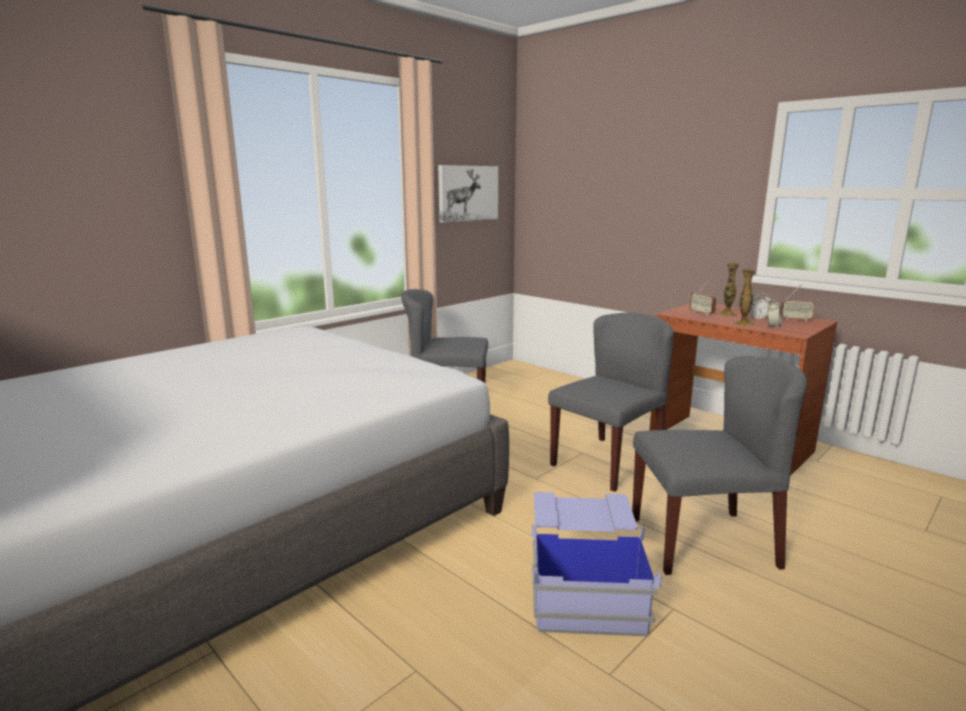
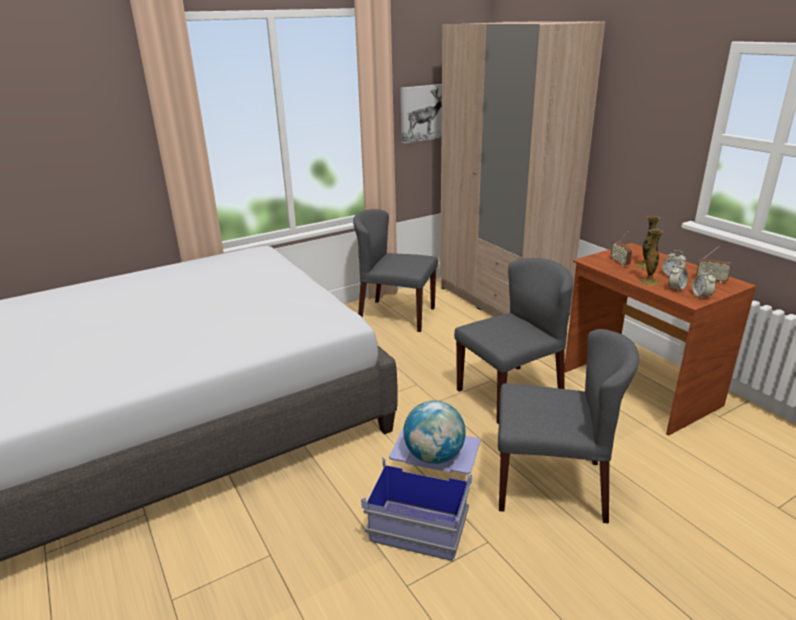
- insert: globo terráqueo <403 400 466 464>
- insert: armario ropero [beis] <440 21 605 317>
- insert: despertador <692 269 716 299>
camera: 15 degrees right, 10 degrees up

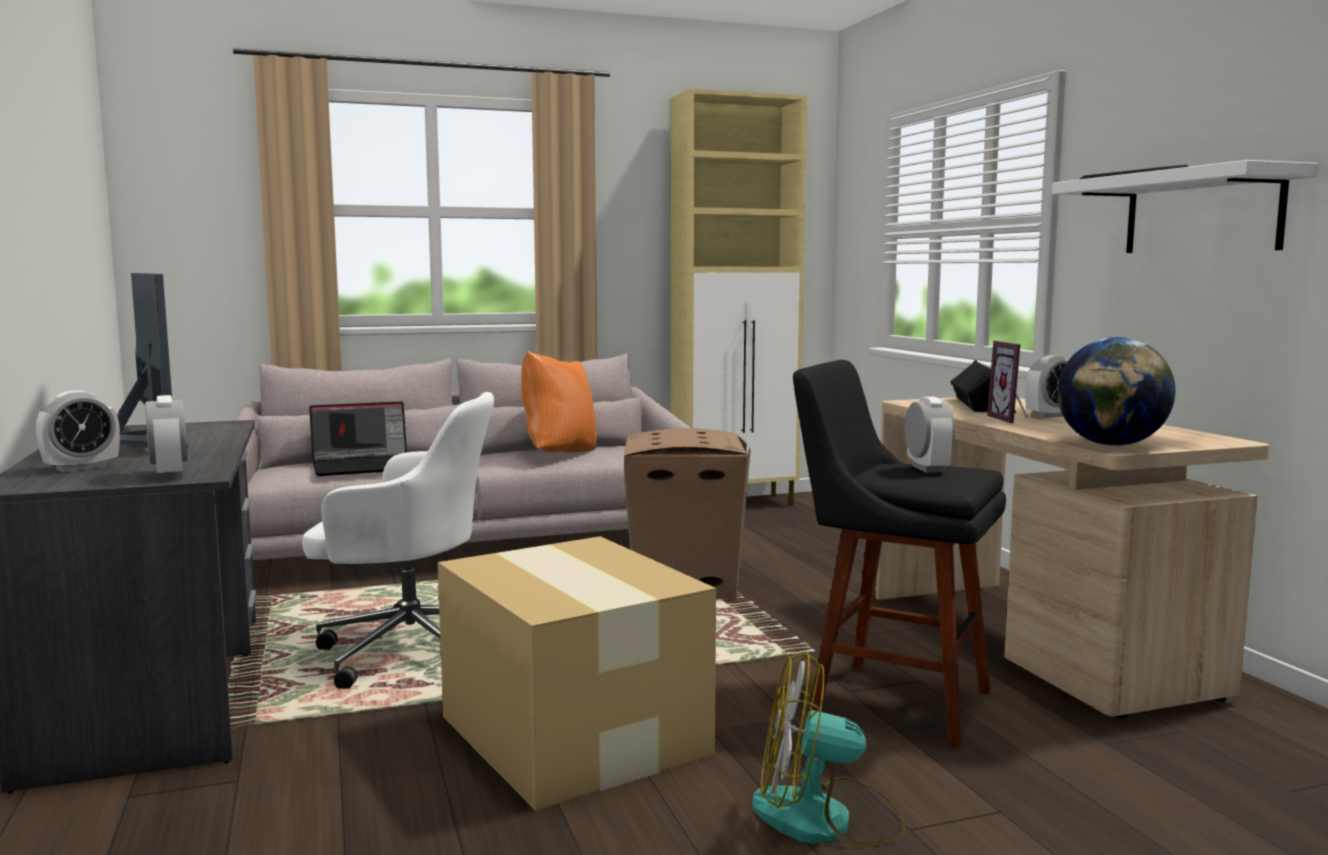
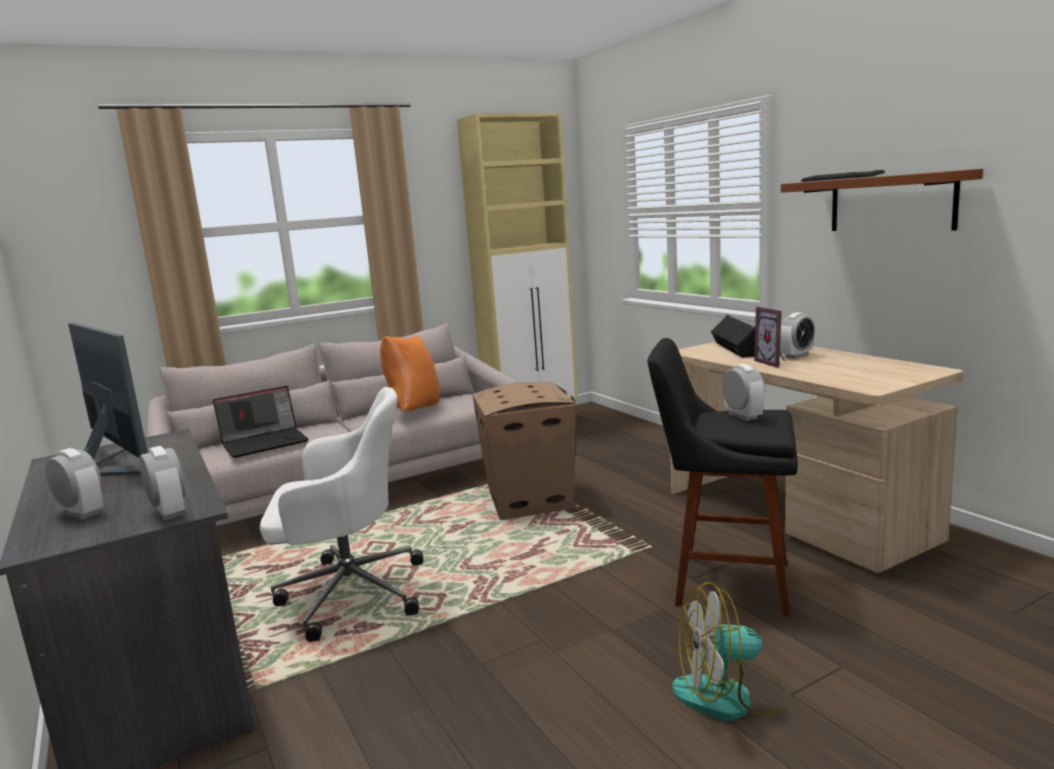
- rotate: despertador <36 391 120 472> = <46 448 104 520> 90 degrees counterclockwise
- recolor: estante [blanco] <1052 160 1318 253> to estante [marrón] <781 169 983 231>
- delete: caja de cartón <438 536 716 811>
- delete: globo terráqueo <1057 337 1175 446>
camera: 10 degrees left, 5 degrees up

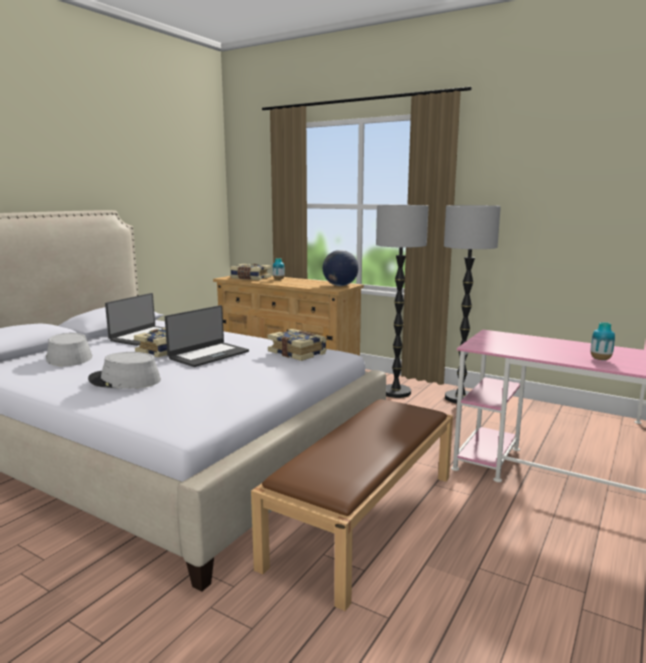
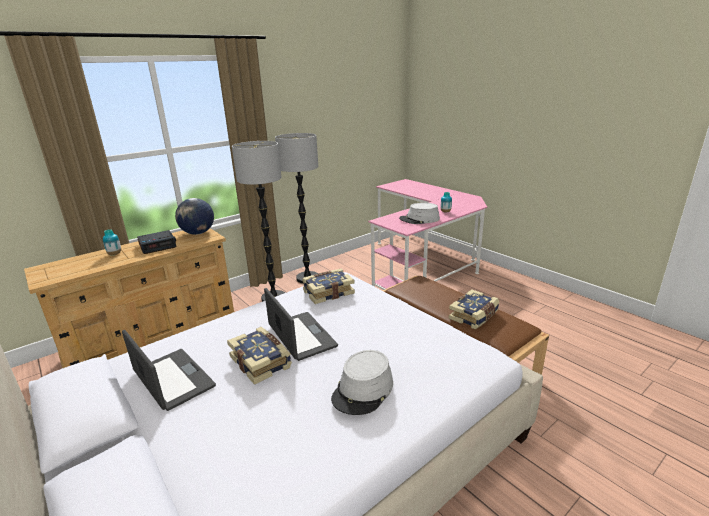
- insert: despertador <137 230 176 254>
- move: sombrero [gris] <46 333 92 366> to <399 203 440 224>
- move: libro <230 264 271 280> to <449 289 499 330>
camera: 70 degrees left, 10 degrees up

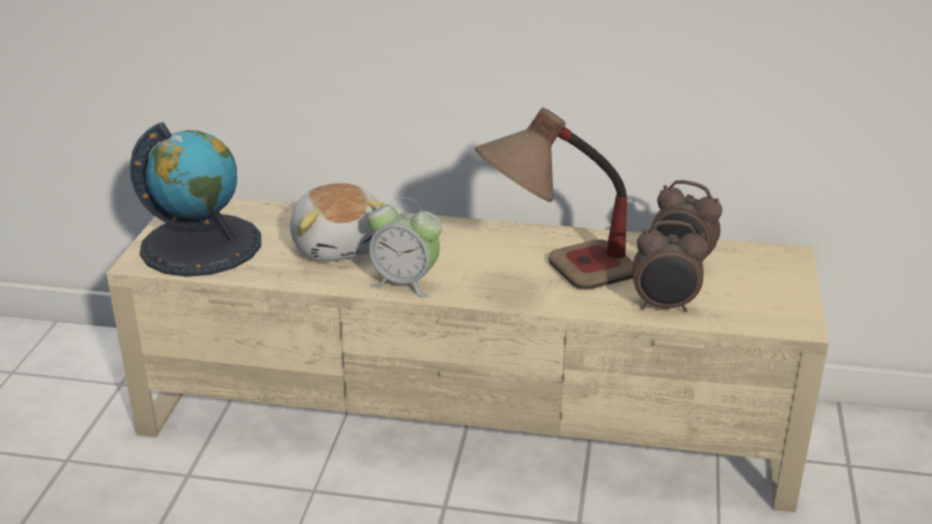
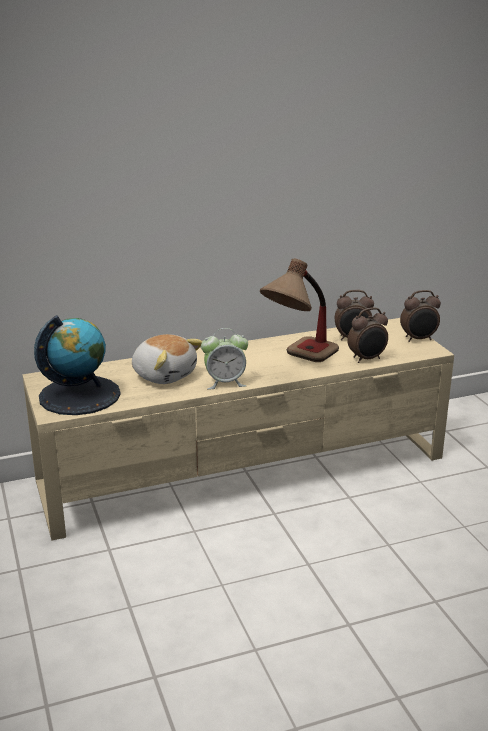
- insert: despertador <400 290 441 342>
camera: 30 degrees left, 5 degrees down

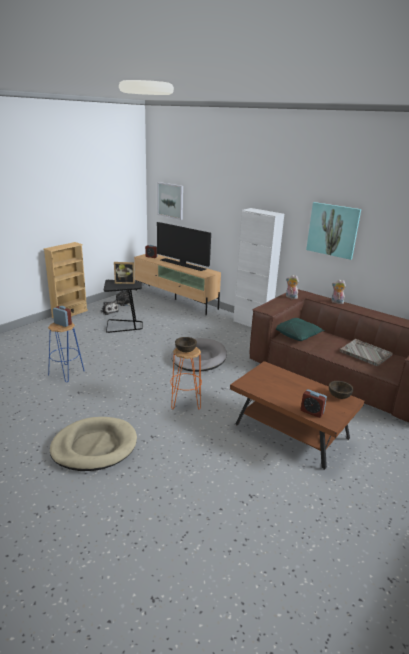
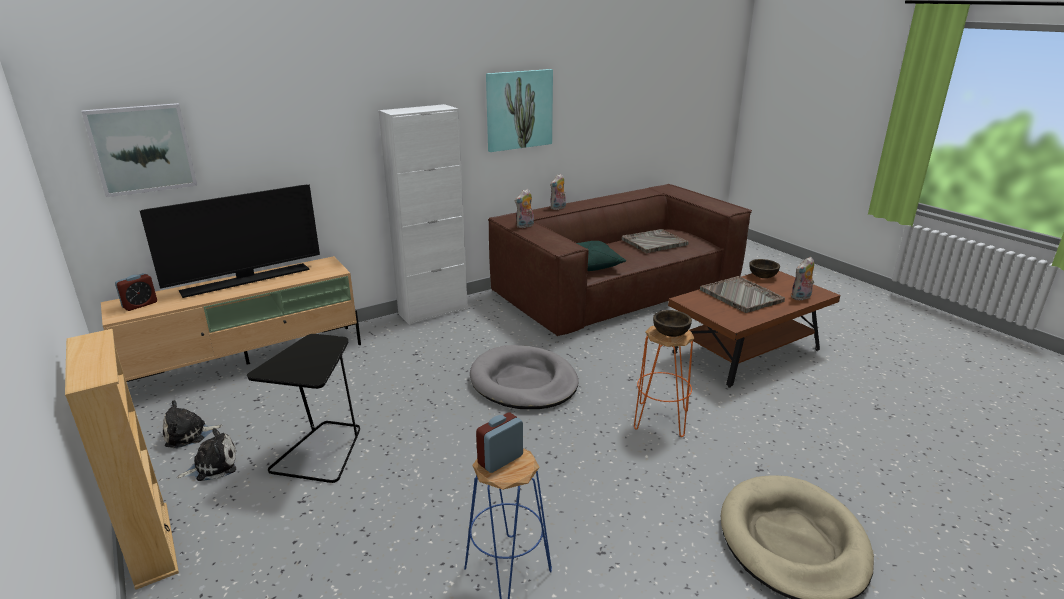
- insert: bandeja [gris] <700 276 785 313>
- replace: despertador <301 389 327 418> to peluche <791 257 814 300>
- delete: portarretratos <114 262 135 284>
camera: 70 degrees left, 0 degrees up

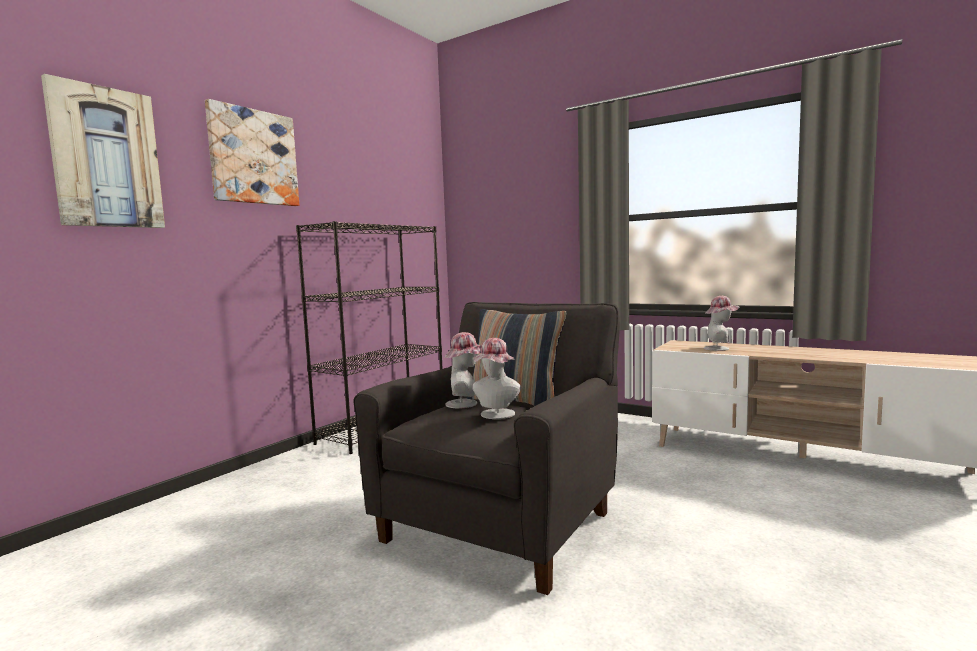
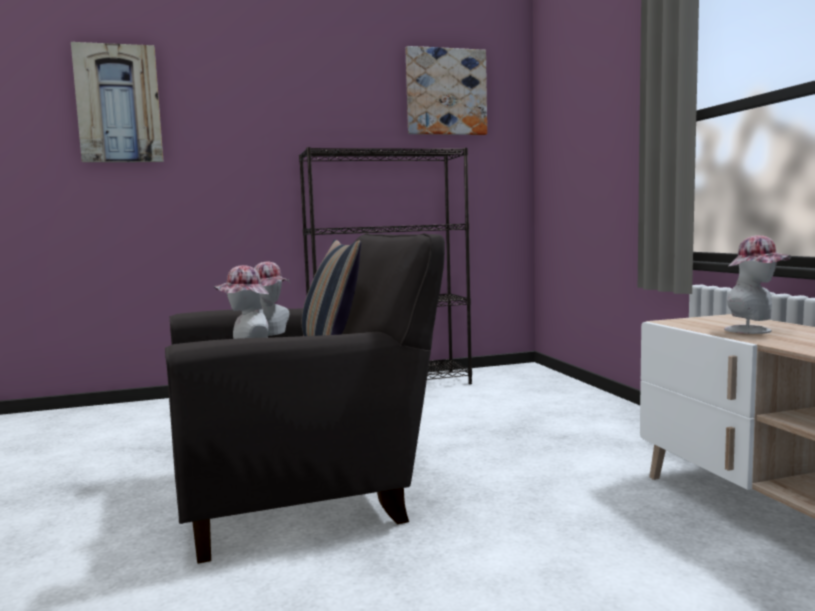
- move: cuadro <205 99 299 206> to <405 46 487 135>
camera: 40 degrees right, 0 degrees up

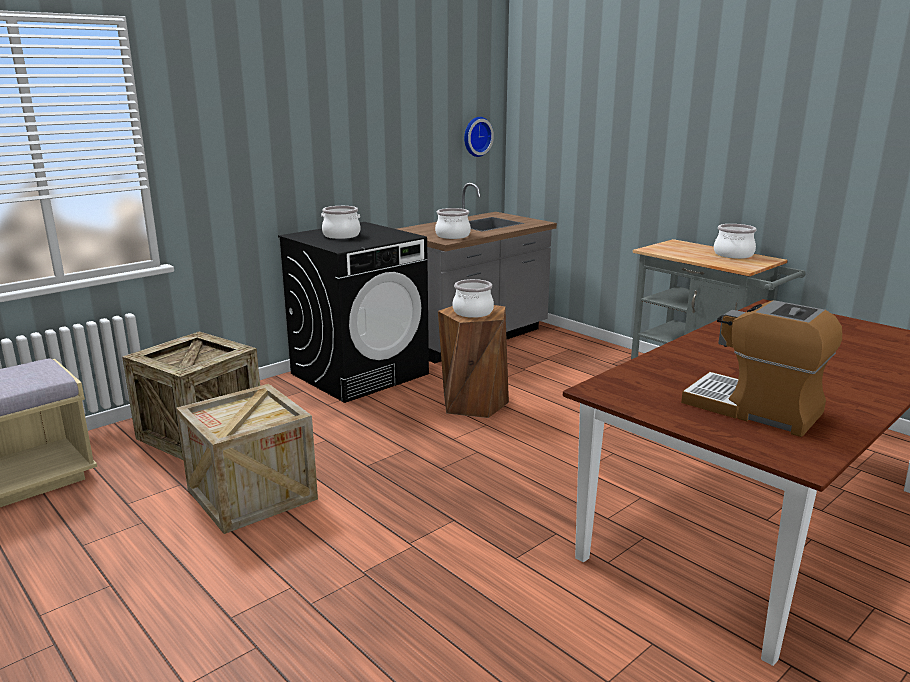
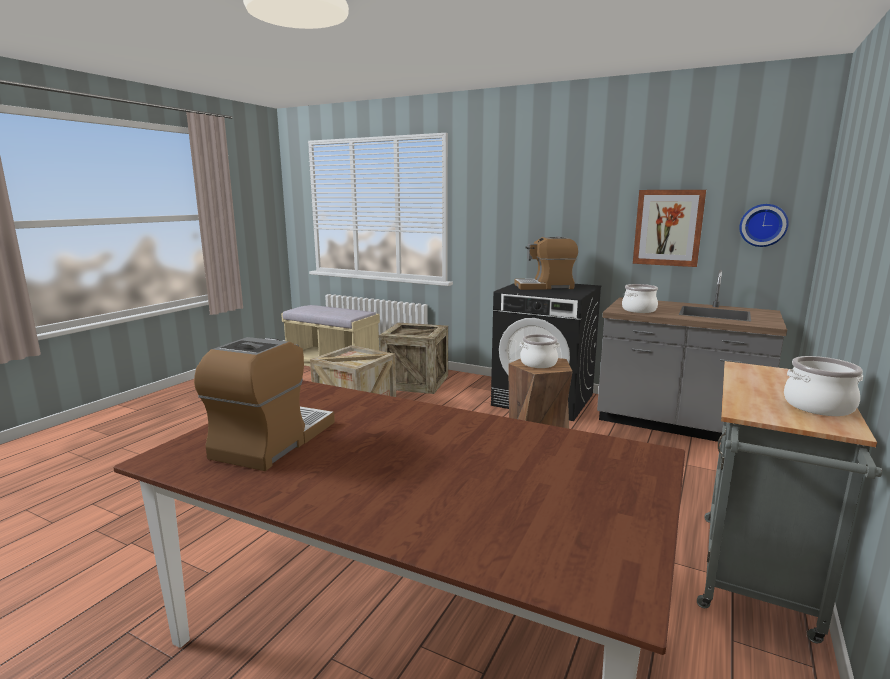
- replace: olla <321 206 361 239> to cafetera <514 236 578 290>
- insert: cuadro <633 190 706 267>
camera: 70 degrees right, 5 degrees down

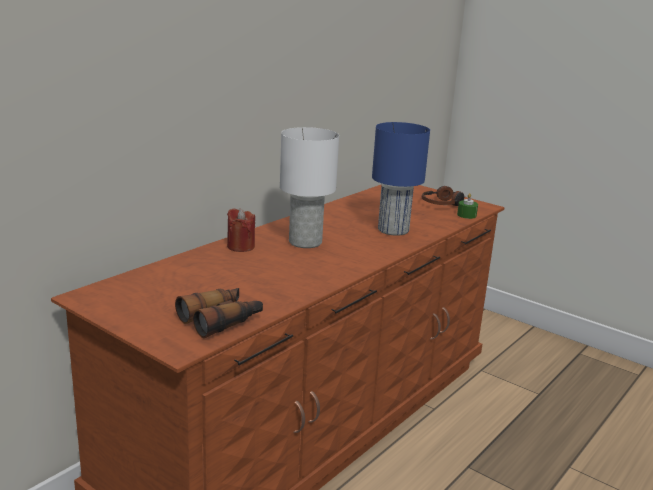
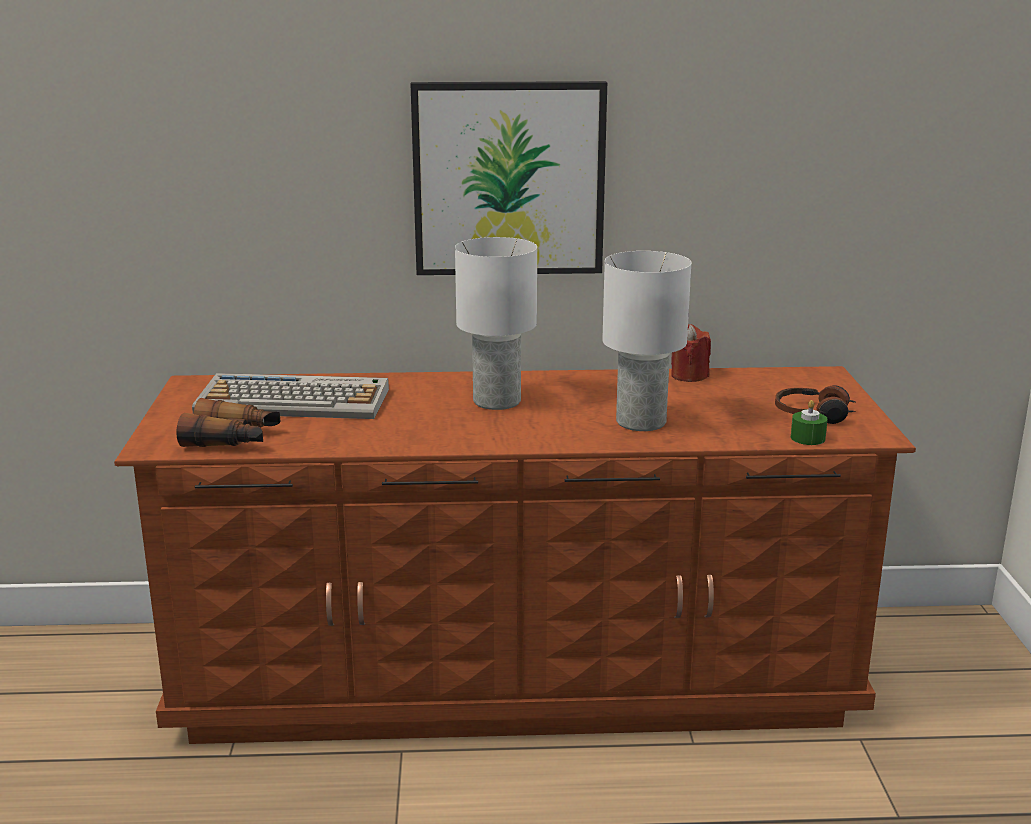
- insert: teclado <192 373 389 419>
- insert: cuadro <411 81 607 275>
- recolor: lámpara de mesa [azul] <372 122 430 236> to lámpara de mesa [blanco] <602 251 691 431>
- move: vela [rojo] <227 209 255 252> to <671 324 711 382>
camera: 50 degrees right, 0 degrees up

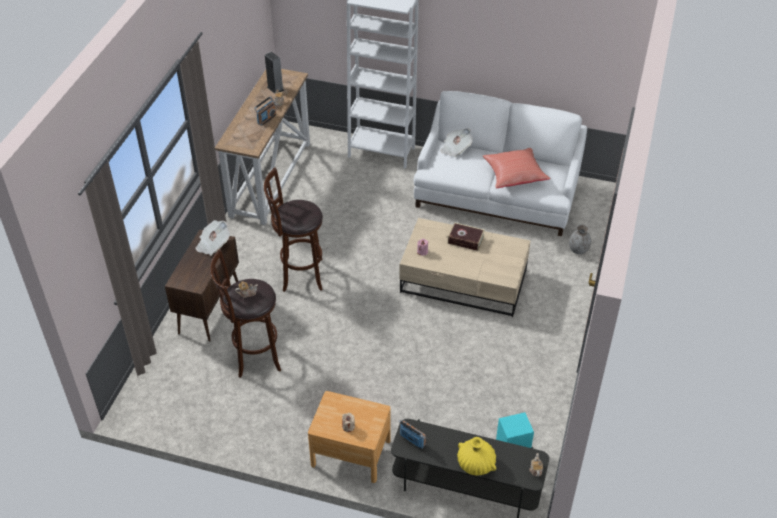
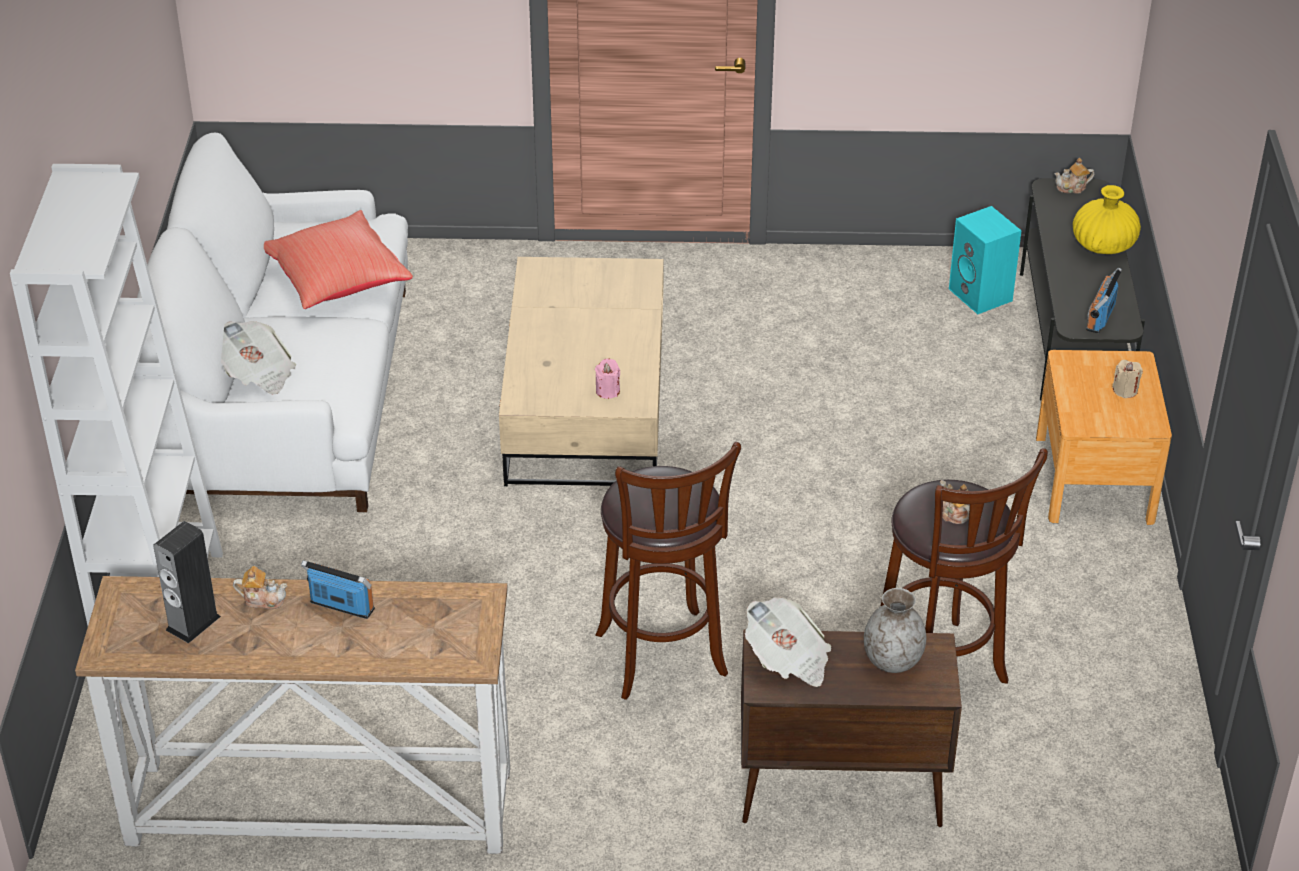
- move: florero [gris] <569 224 591 254> to <864 588 926 673>
- delete: libro <448 222 485 251>
camera: 105 degrees left, 5 degrees down

